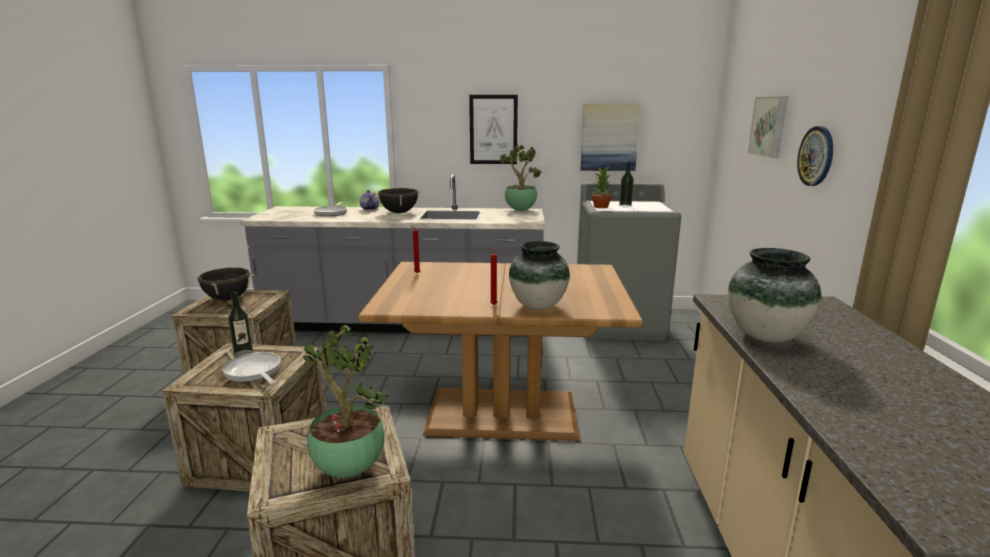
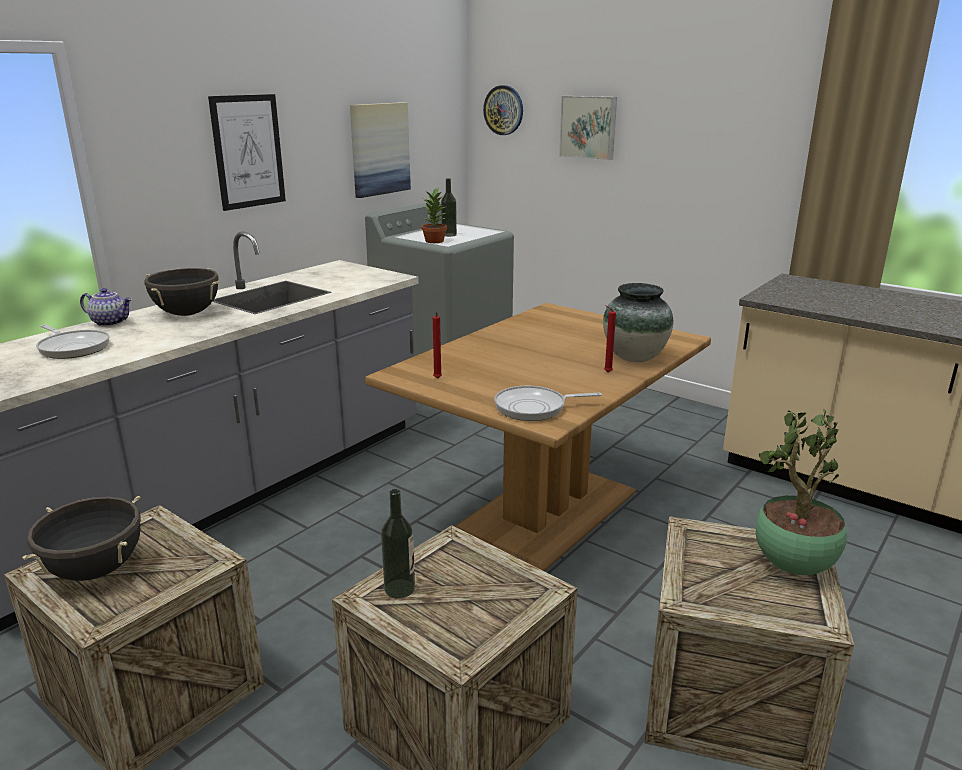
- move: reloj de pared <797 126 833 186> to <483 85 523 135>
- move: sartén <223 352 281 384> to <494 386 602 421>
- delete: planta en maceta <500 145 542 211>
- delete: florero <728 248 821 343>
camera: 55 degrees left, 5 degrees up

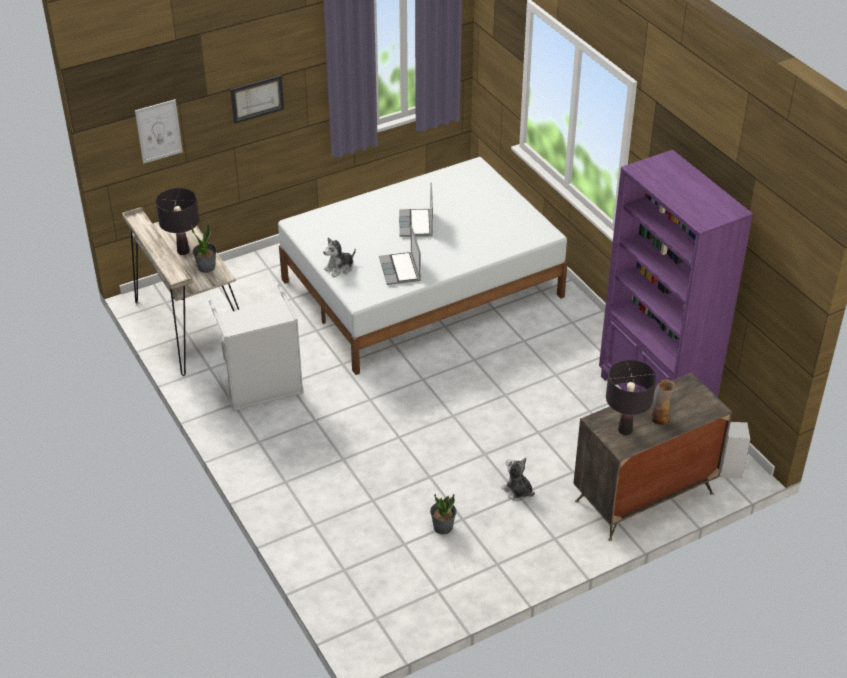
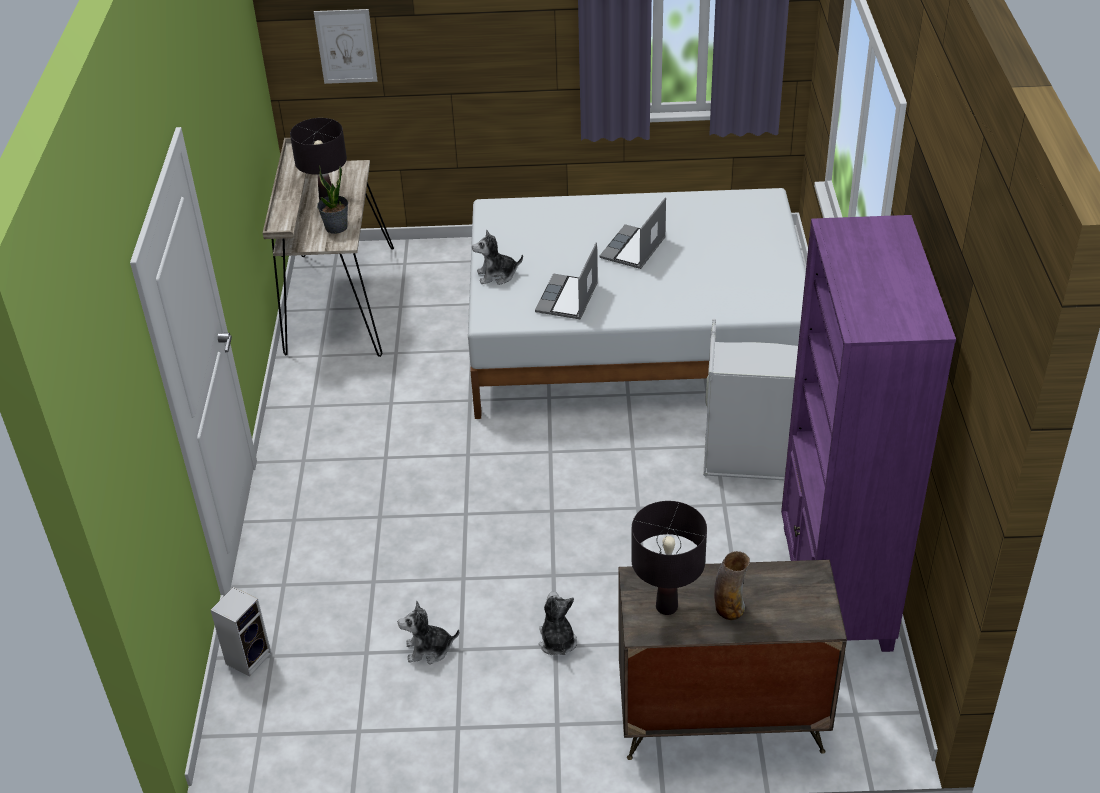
- move: altavoz <720 422 751 479> to <211 587 271 676>
- replace: planta en maceta <430 493 457 535> to peluche <398 601 459 664>
- move: cesto de la ropa [gris] <209 284 303 412> to <703 319 798 480>
- delete: cuadro <230 75 284 124>
camera: 30 degrees right, 0 degrees up

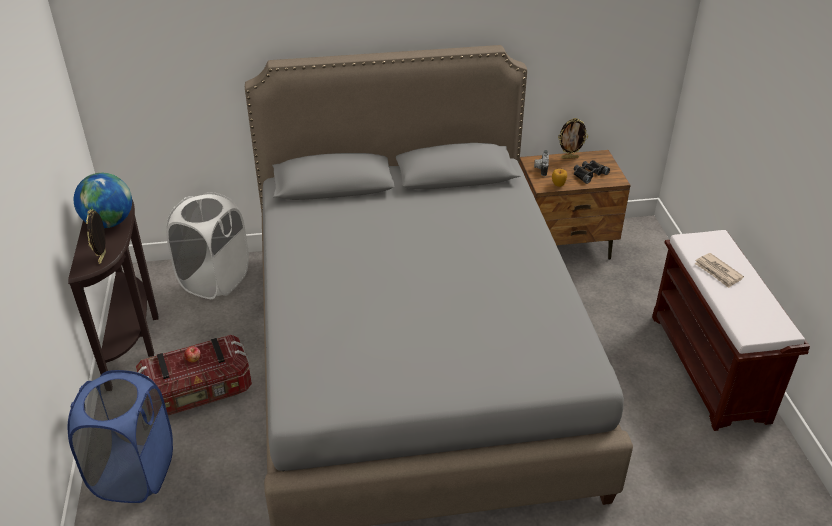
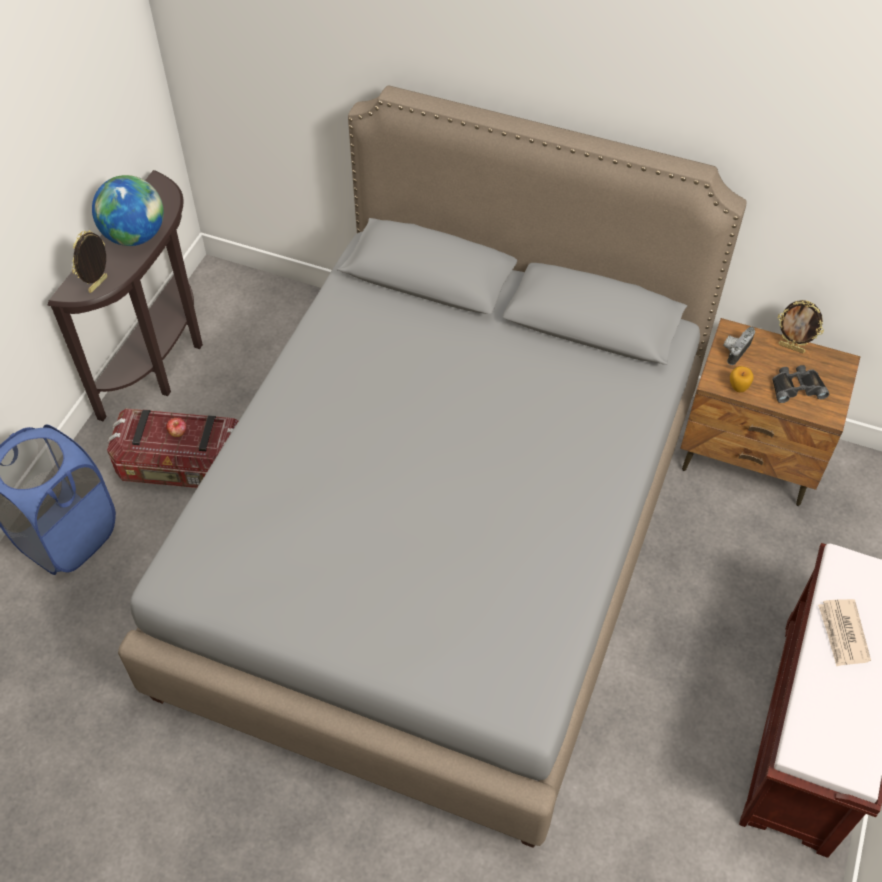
- delete: cesto de la ropa [blanco] <166 192 249 299>
camera: 30 degrees right, 15 degrees up

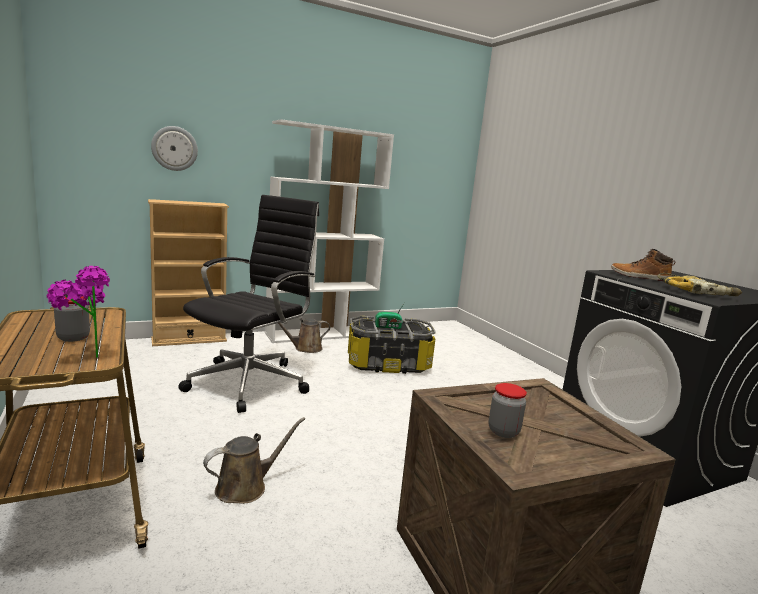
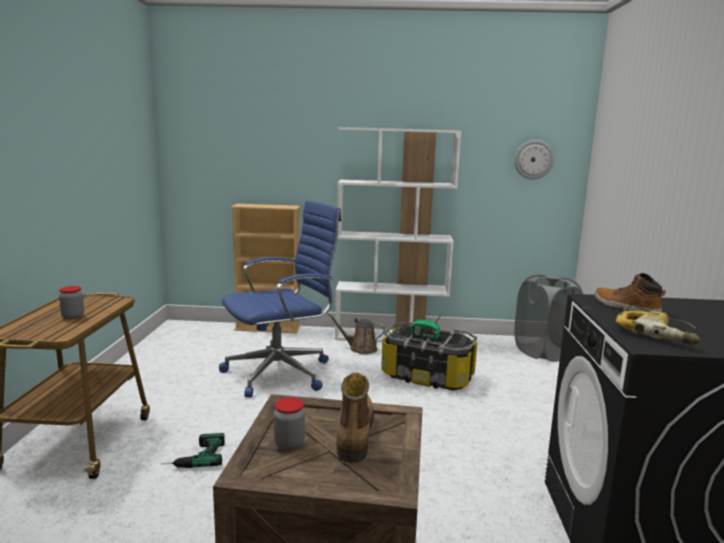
- replace: regadera [marrón] <203 417 305 504> to taladro <162 433 225 468>
- recolor: silla de oficina [negro] <178 195 319 413> to silla de oficina [azul] <219 200 342 397>
- insert: bota <337 373 374 463>
- move: reloj de pared <151 126 198 171> to <514 140 554 179>
- insert: cesto de la ropa [gris] <514 275 583 362>
- delete: planta en maceta <47 266 110 358>
camera: 30 degrees right, 0 degrees up

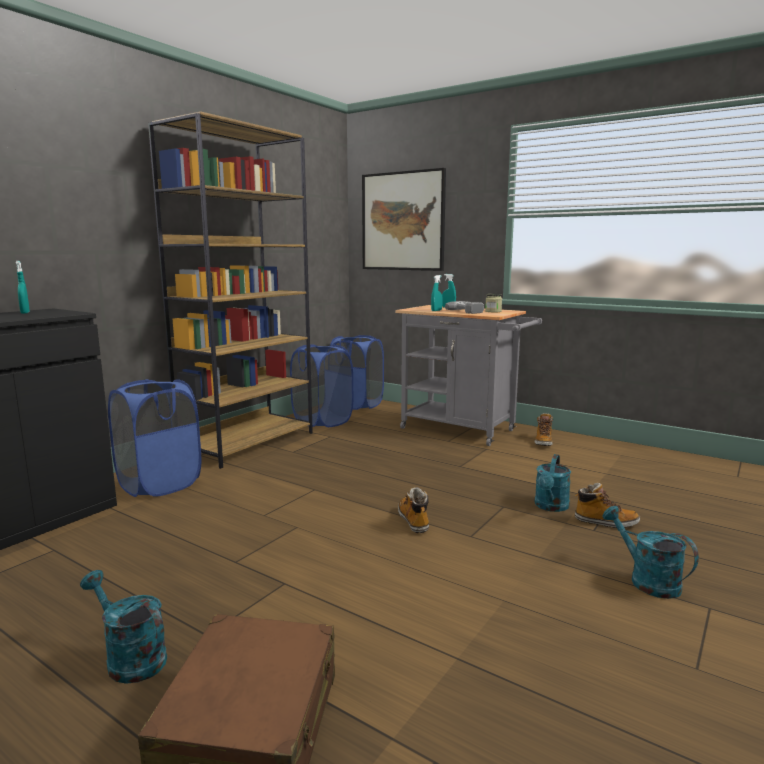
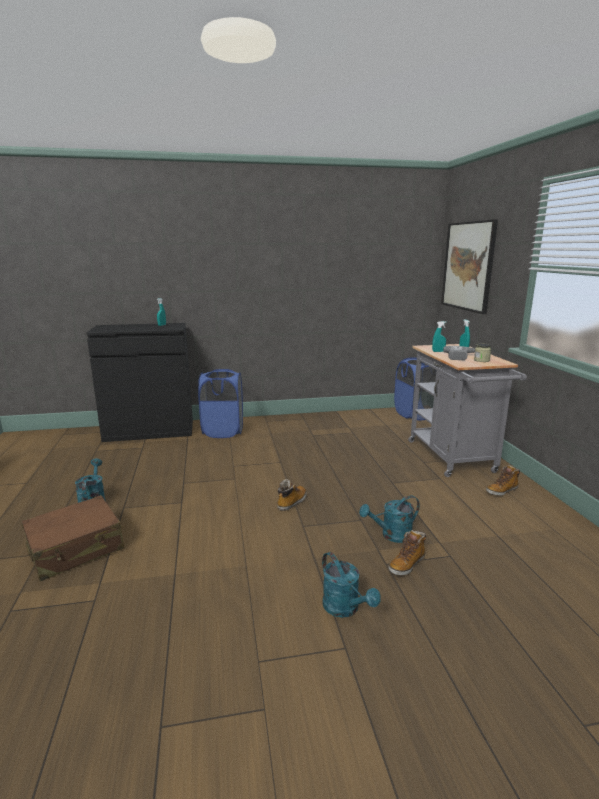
- rotate: regadera [turquesa] <602 506 699 599> = <322 552 381 618> 135 degrees clockwise
- rotate: bota <575 483 640 528> = <389 530 426 575> 75 degrees clockwise
- delete: estantería [marrón] <148 111 313 469>
- delete: cesto de la ropa [azul] <290 344 353 427>
camera: 45 degrees right, 5 degrees up

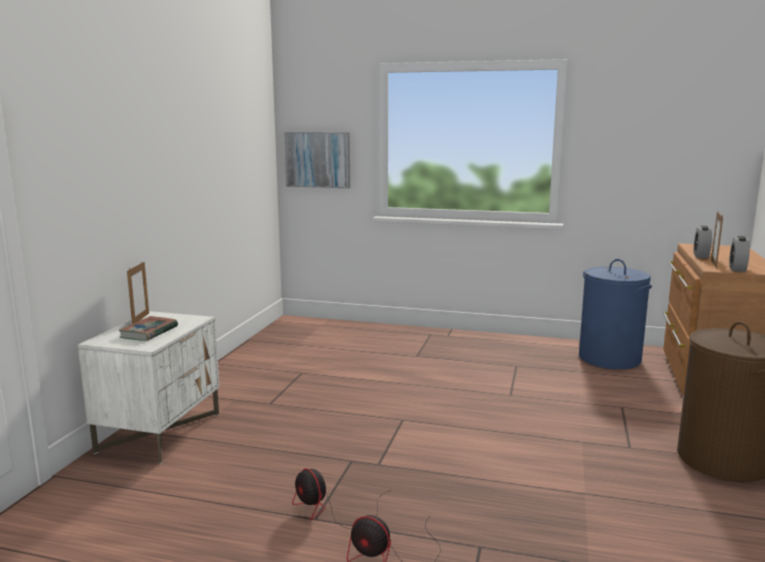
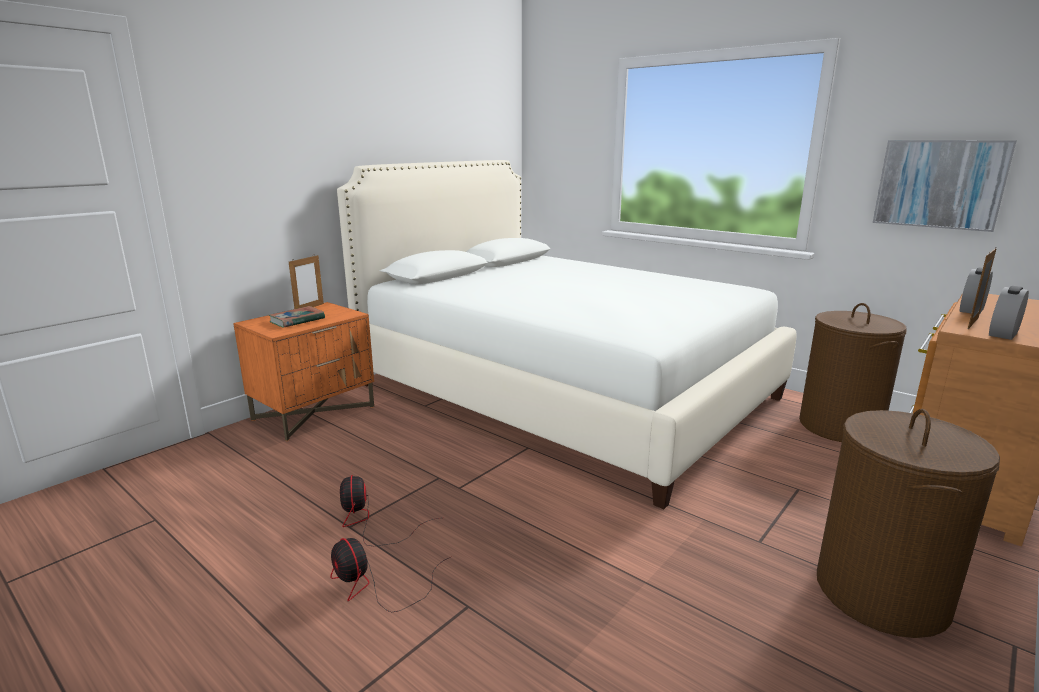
- recolor: mesita de noche [blanco] <77 311 219 464> to mesita de noche [naranja] <233 302 374 441>
- insert: cama [blanco] <337 160 797 509>
- recolor: cesto de la ropa [azul] <579 259 652 369> to cesto de la ropa [marrón] <799 303 907 442>
- move: cuadro <284 132 350 188> to <873 140 1017 232>
camera: 25 degrees right, 5 degrees up

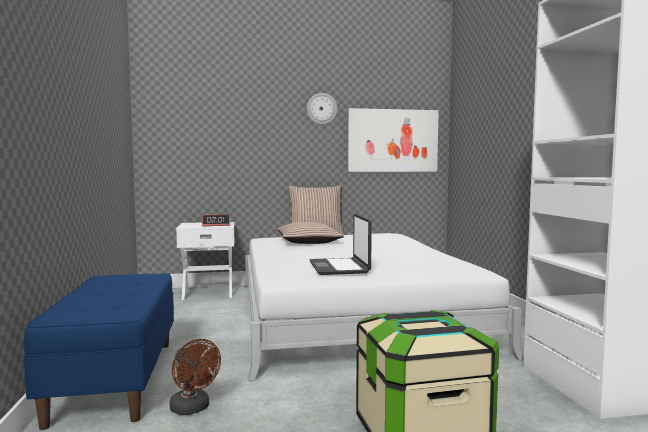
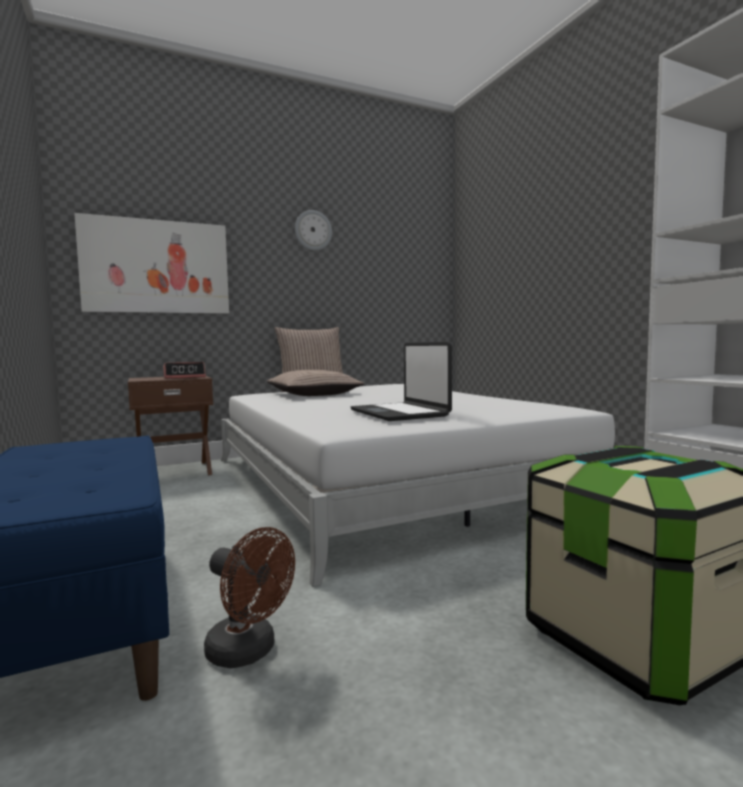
- move: cuadro <348 108 439 172> to <74 213 229 314>
- recolor: mesita de noche [blanco] <176 222 235 300> to mesita de noche [marrón] <128 376 213 475>
camera: 15 degrees left, 0 degrees up

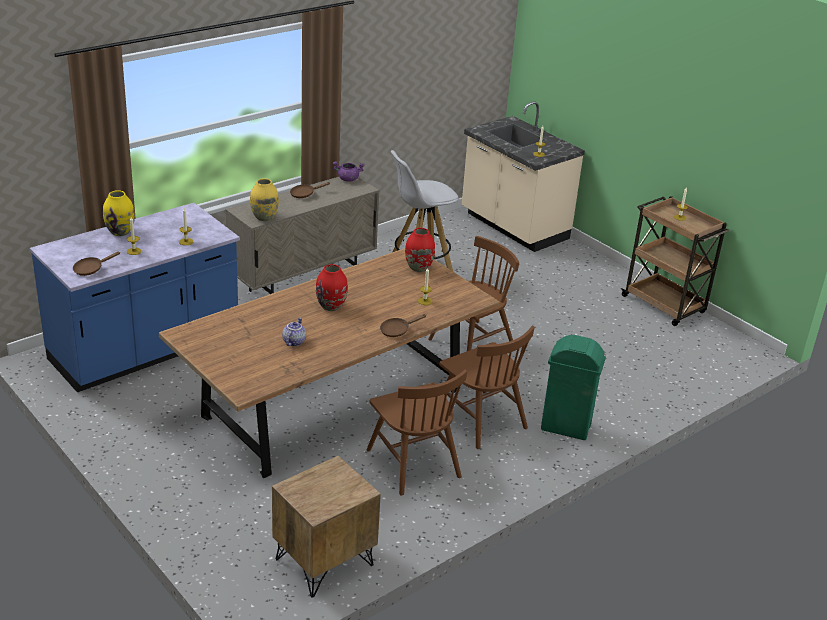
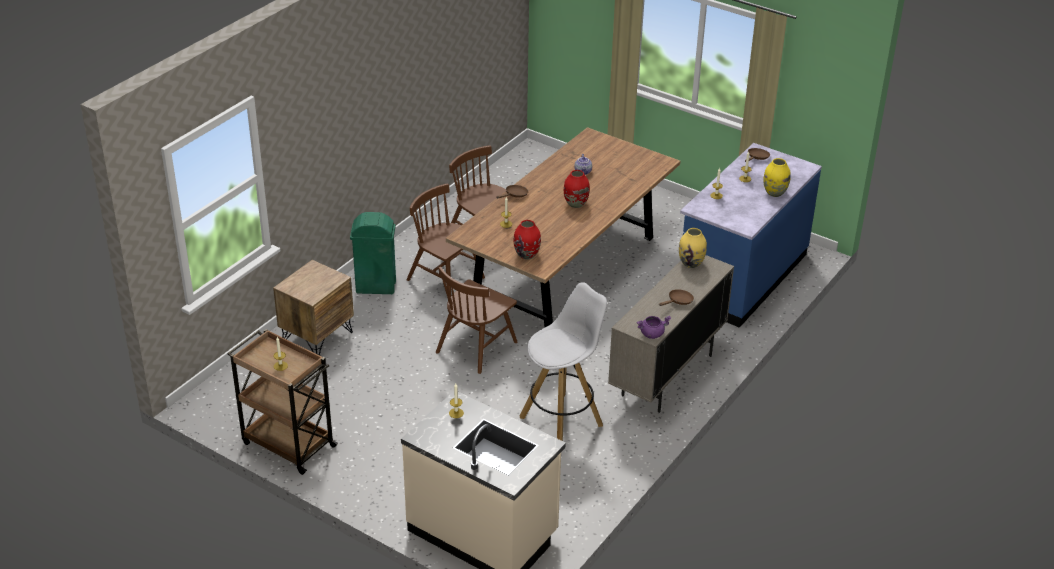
- move: mesita de noche [marrón] <272 456 381 598> to <273 260 354 355>
camera: 165 degrees right, 5 degrees up

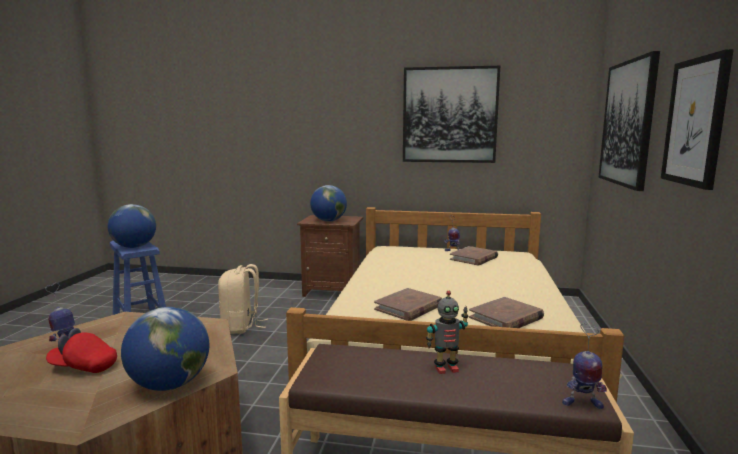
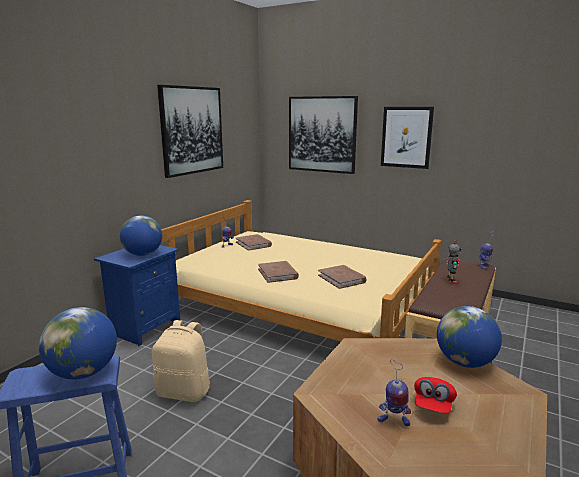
- recolor: mesita de noche [marrón] <297 215 363 297> to mesita de noche [azul] <94 245 180 346>
- move: libro [marrón] <469 297 544 328> to <258 261 299 283>
camera: 70 degrees left, 5 degrees up

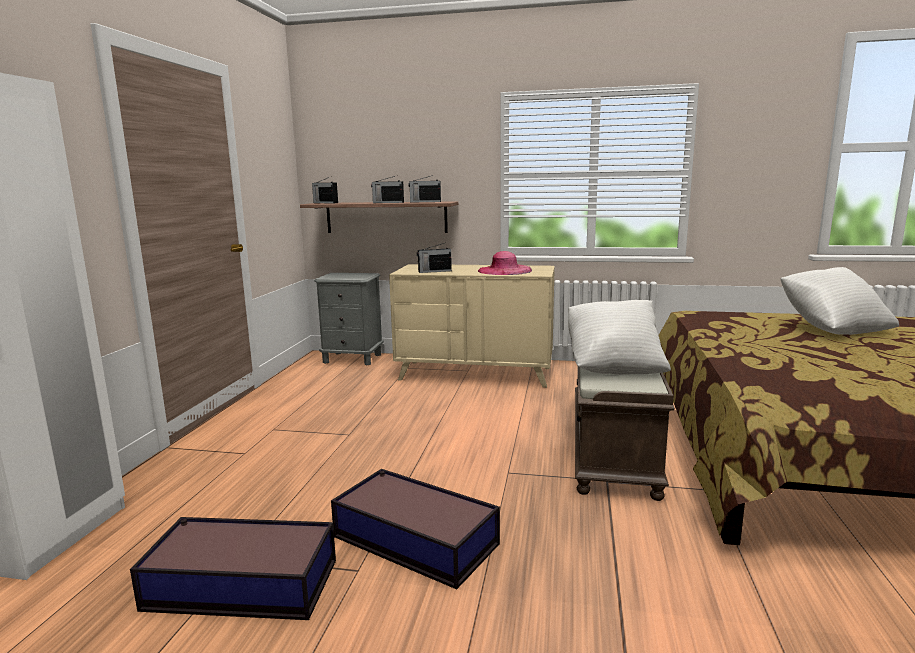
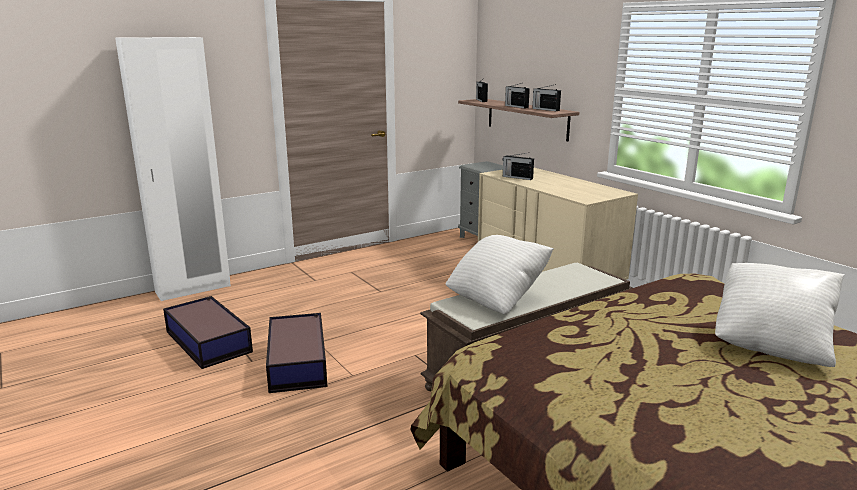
- delete: sombrero [rosa] <478 251 532 275>
camera: 45 degrees right, 5 degrees up

